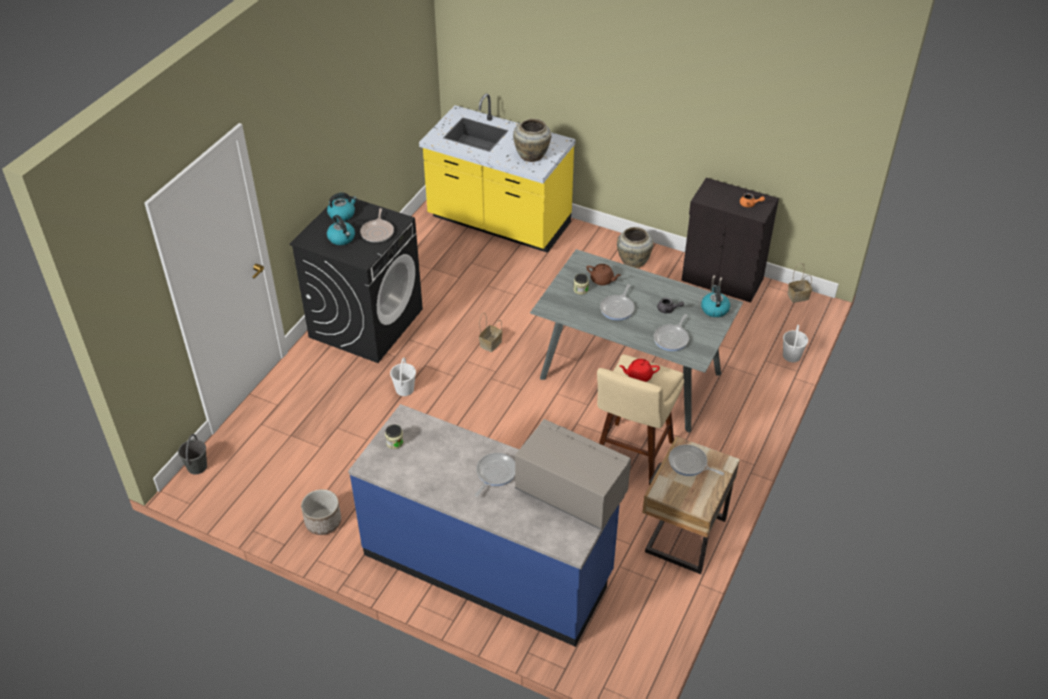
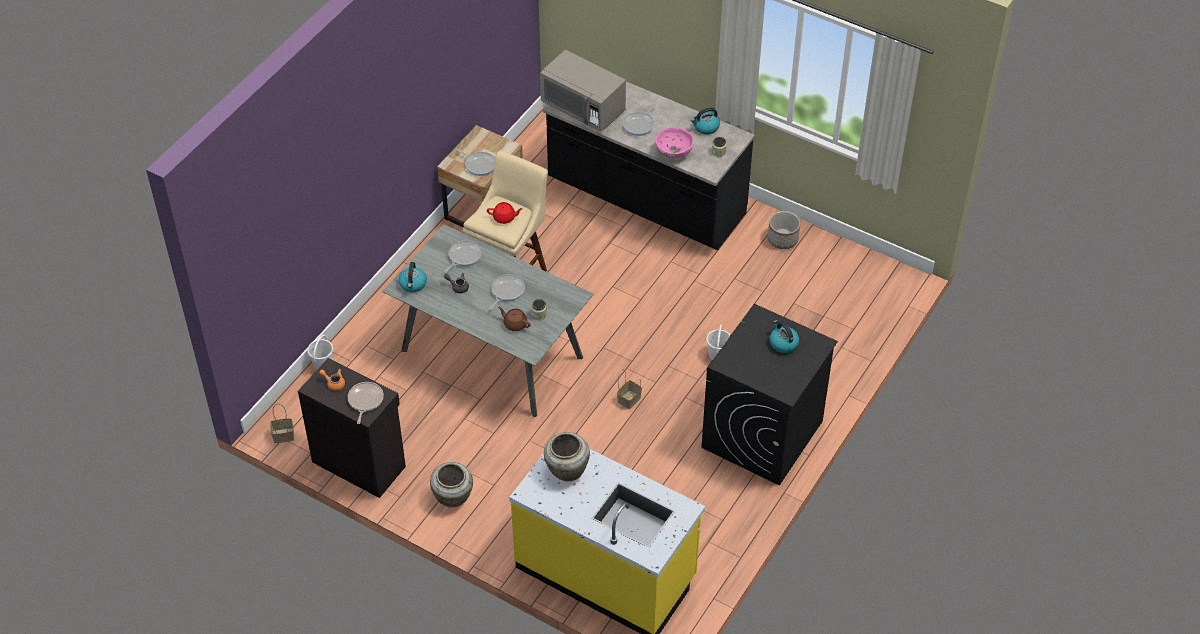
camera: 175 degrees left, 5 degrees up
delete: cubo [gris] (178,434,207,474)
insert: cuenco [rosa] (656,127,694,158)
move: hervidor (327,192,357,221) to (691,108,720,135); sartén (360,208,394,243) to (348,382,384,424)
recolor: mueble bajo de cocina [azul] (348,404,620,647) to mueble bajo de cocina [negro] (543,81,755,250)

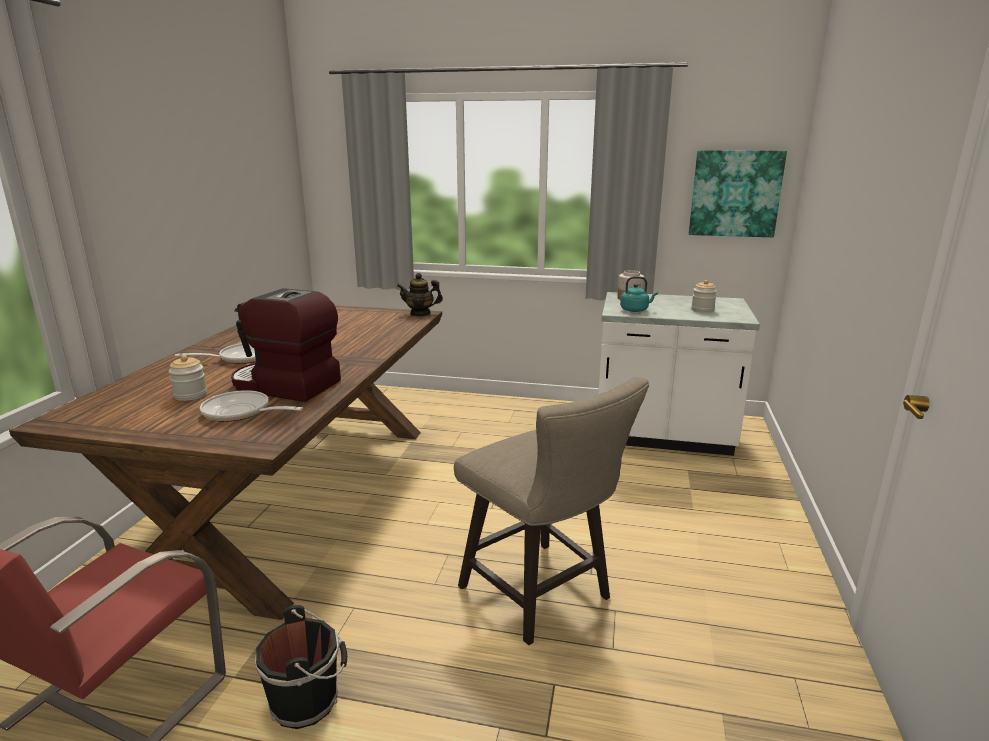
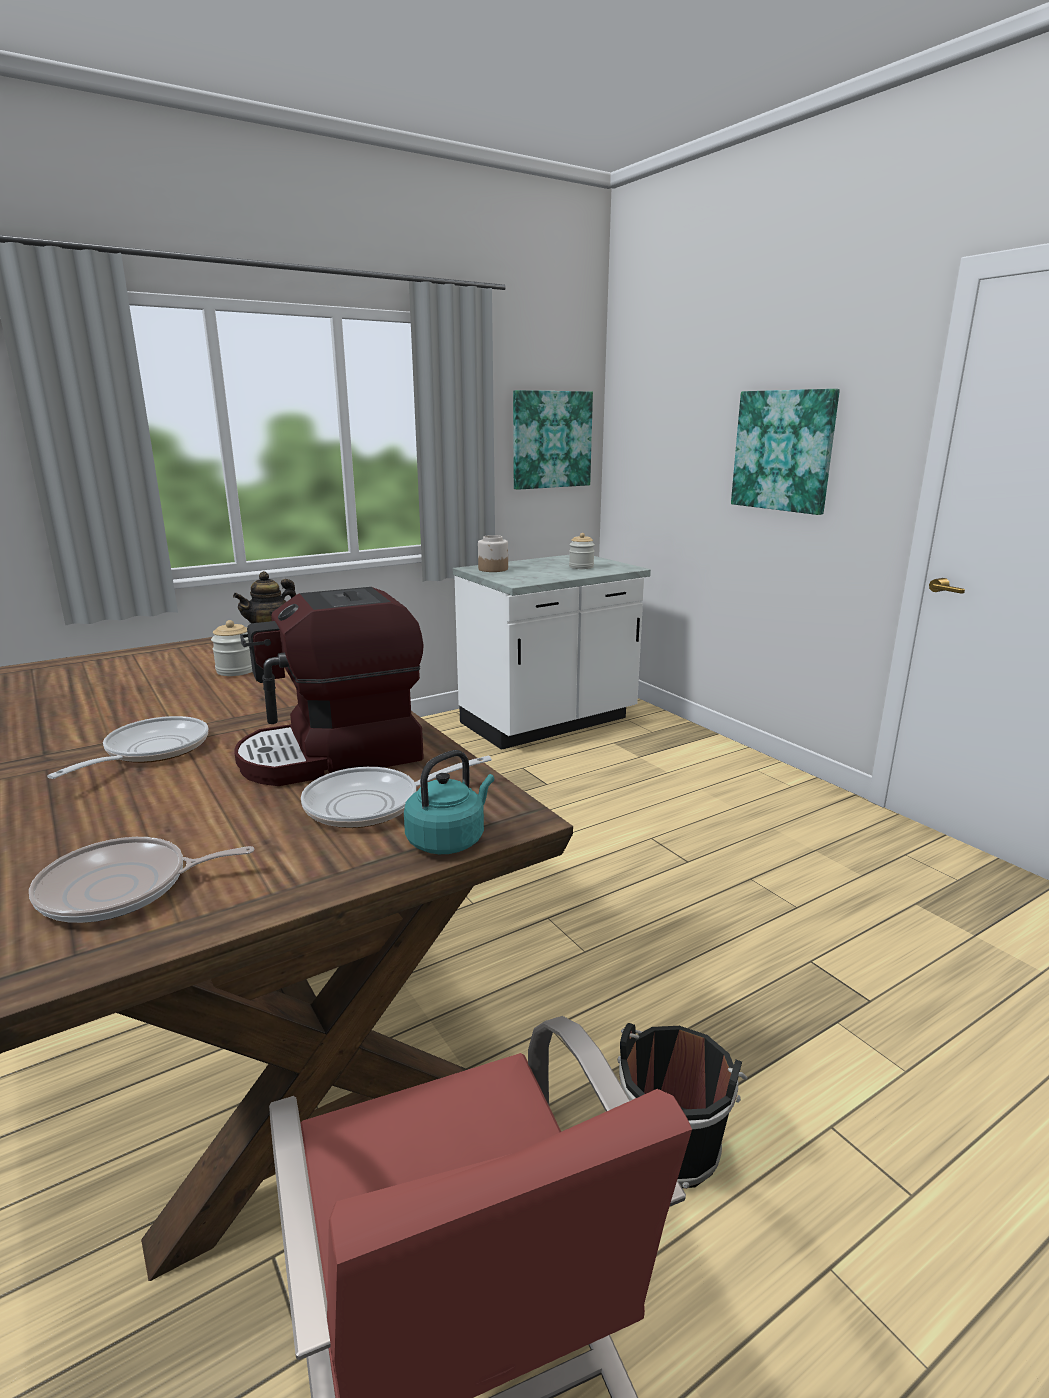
camera: 45 degrees left, 0 degrees up
delete: taburete [beis] (454,377,649,645)
insert: sartén (29,837,255,923); cuadro (731,389,840,515)
move: tarro (169,355,207,401) to (211,620,252,676); hervidor [turquesa] (620,276,658,312) to (404,750,494,854)

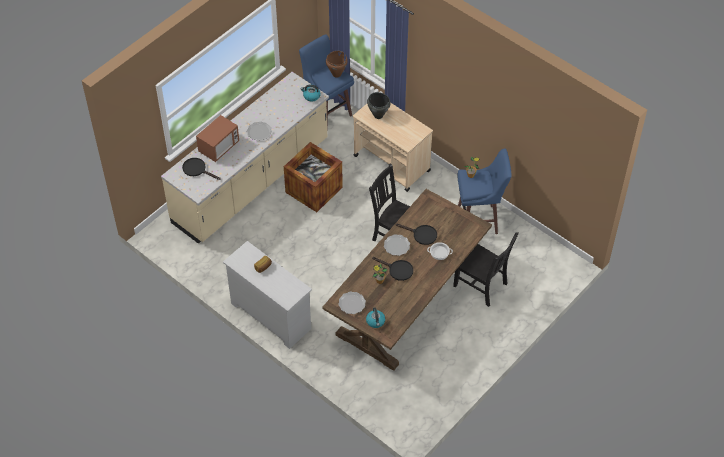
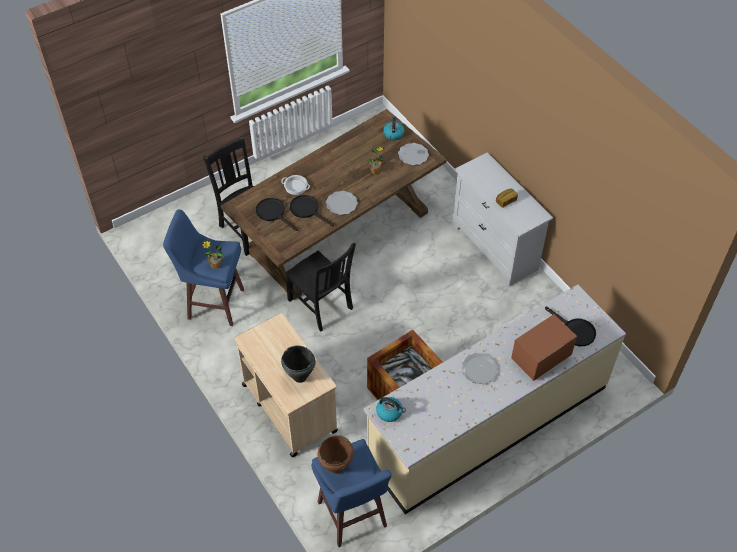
camera: 165 degrees left, 0 degrees up
move: sartén [negro] (372,257,413,281) to (256,198,298,231)

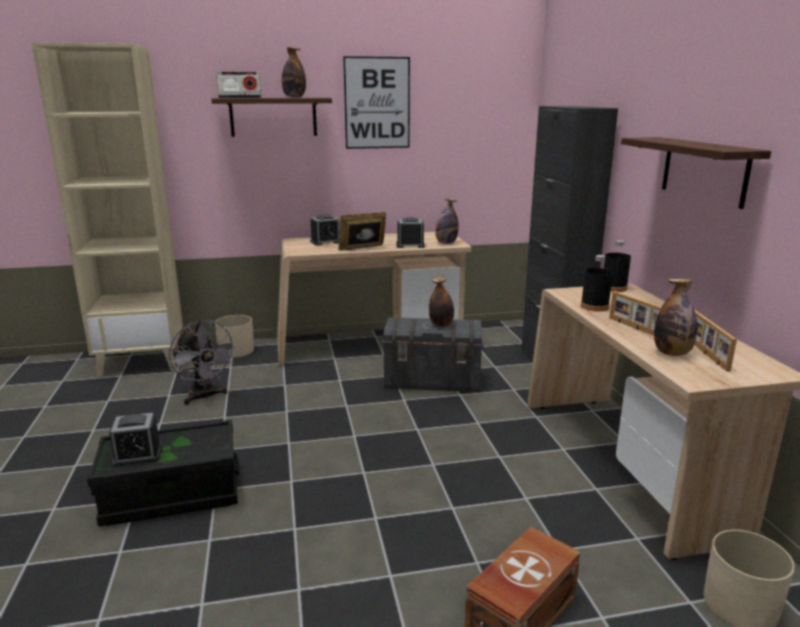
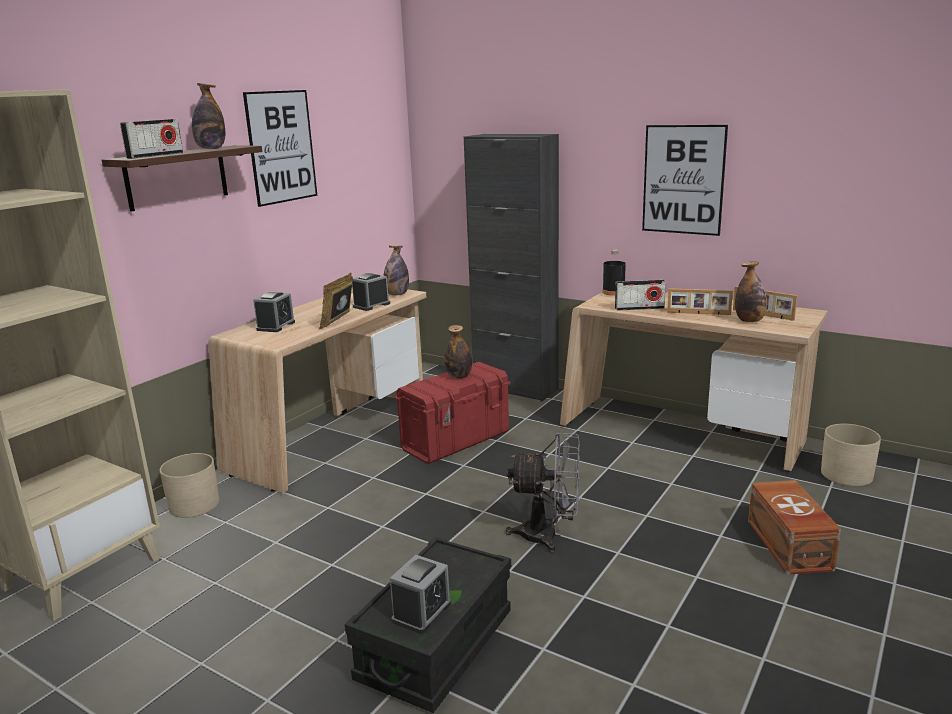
camera: 45 degrees left, 0 degrees up
move: ventilador [gris] (169,320,237,405) to (506,432,579,553)
replace: botella [negro] (581,255,613,312) to radio (615,280,666,311); estante (621,137,771,209) to cuadro (642,125,728,236)
recolor: caja de almacenaje [gris] (382,317,484,392) to caja de almacenaje [rojo] (394,362,511,464)

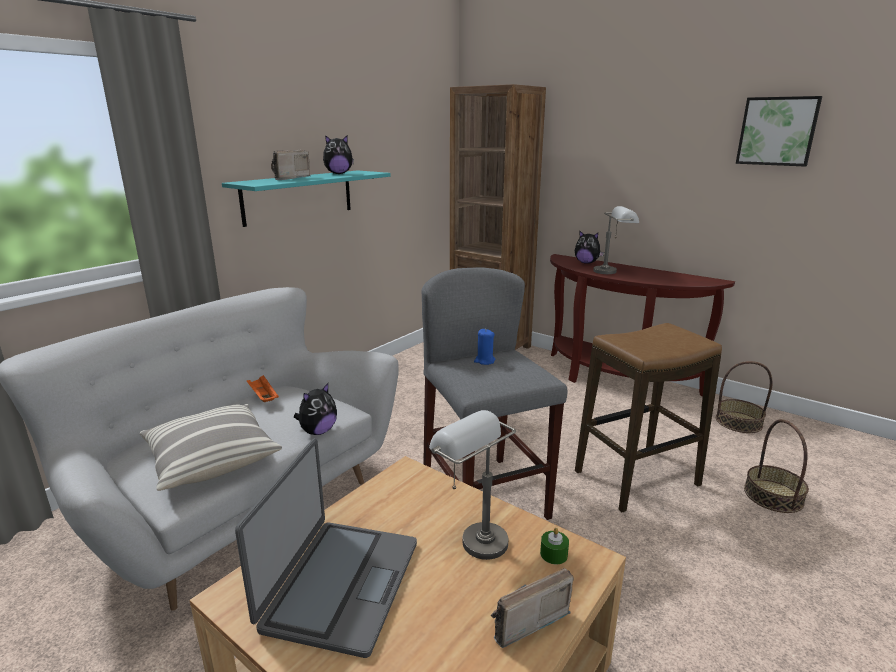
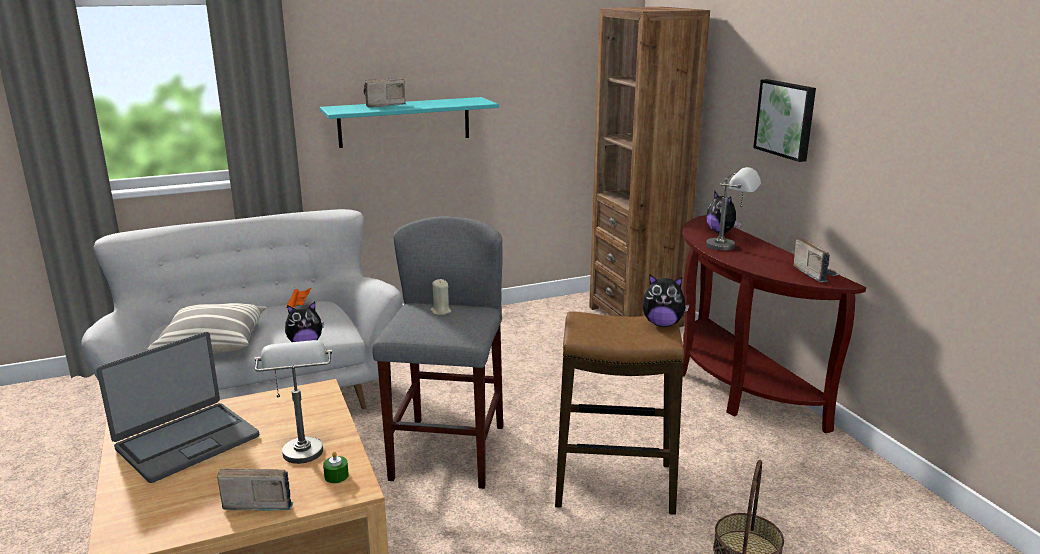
camera: 30 degrees right, 0 degrees up
delete: cesta (716,361,773,433)
insert: radio (793,237,840,282)
move: peluche (323,135,354,174) to (642,275,689,327); cuadro (736,96,822,167) to (753,79,816,162)
recolor: vela [azul] (474,329,496,365) to vela [beis] (430,279,451,315)

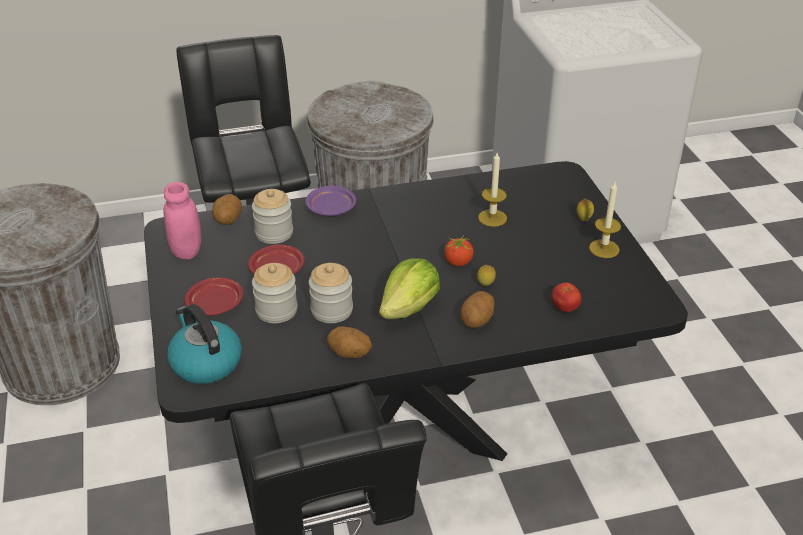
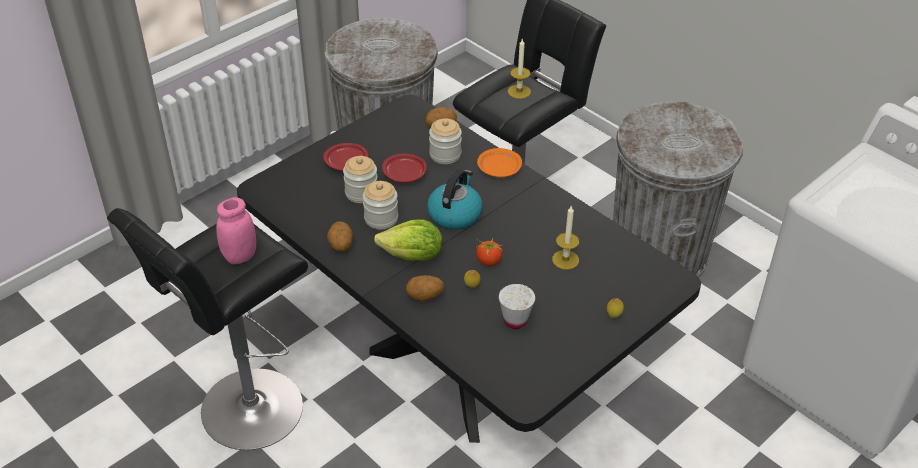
camera: 60 degrees right, 5 degrees up
delete: tomate (552,283,582,312)
insert: taza [blanco] (499,284,535,329)
move: tarro [rosa] (164,182,201,259) to (216,197,256,264); hervidor (167,304,242,384) to (427,170,482,230); vela (589,182,621,258) to (508,39,531,99)
recolor: plato [morado] (305,186,356,217) to plato [naranja] (477,148,522,178)

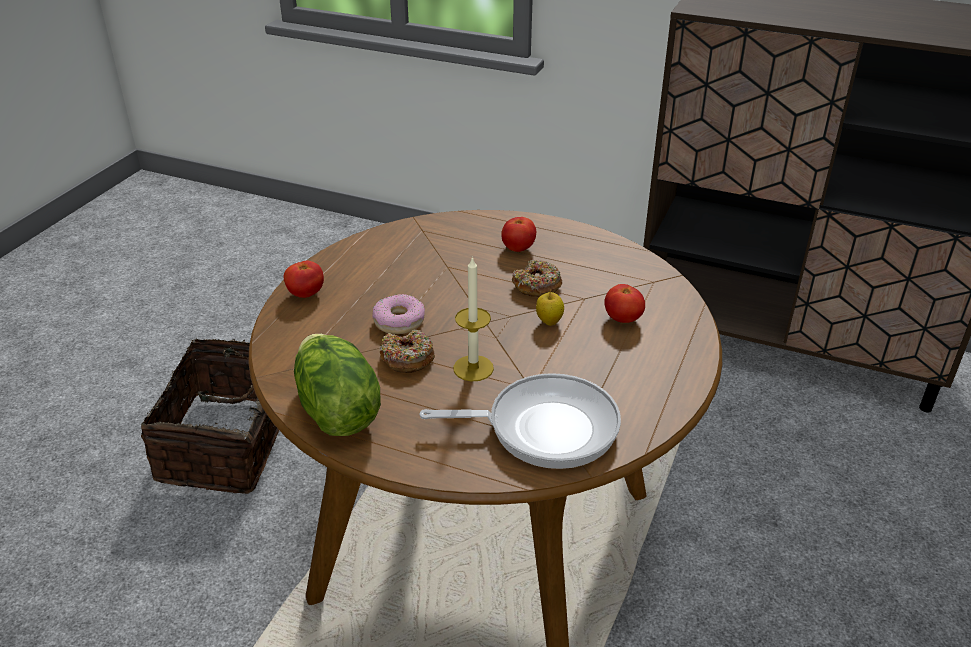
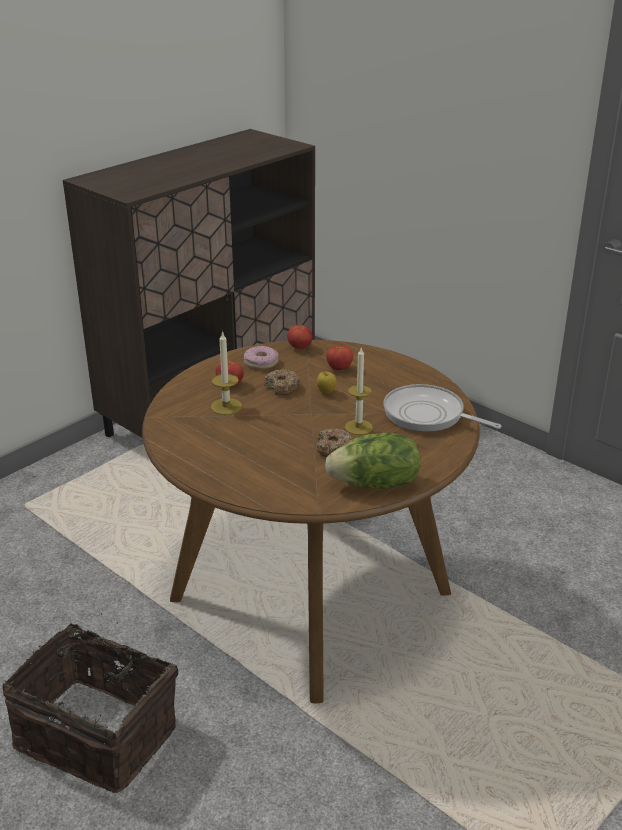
camera: 70 degrees left, 5 degrees down
insert: vela (211,331,242,415)
move: tomate (284,260,324,298) to (287,324,312,349); rosquilla (372,294,425,334) to (244,346,279,369)
rotate: sartén (420,373,621,469) = (383,384,501,432) 75 degrees counterclockwise

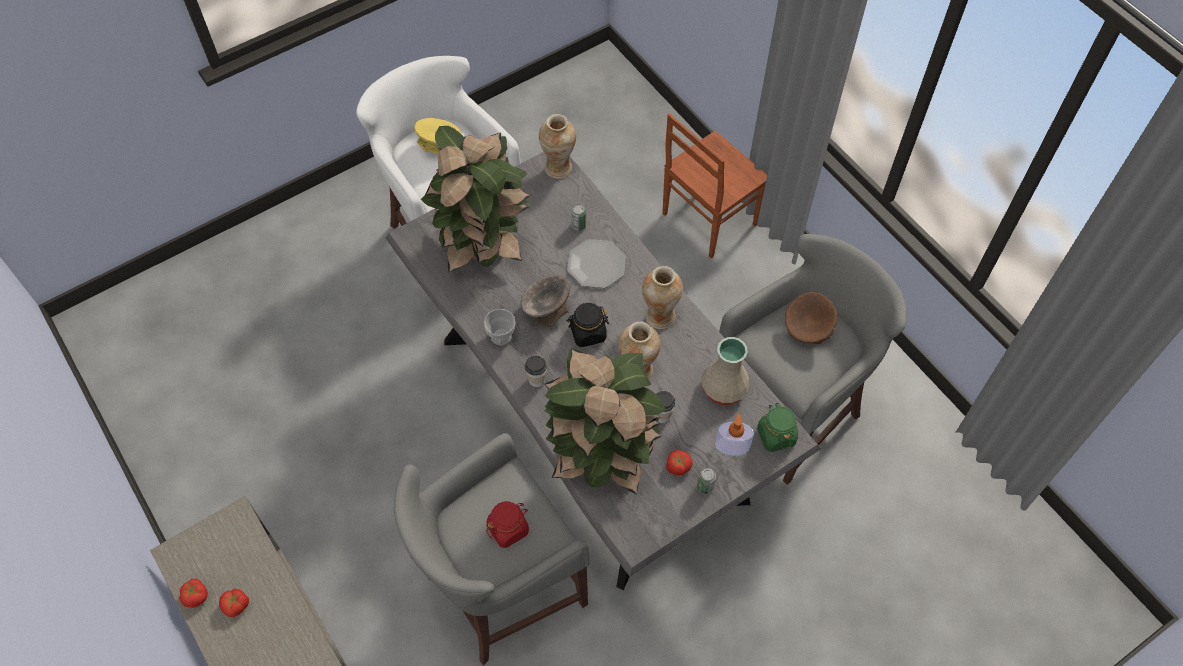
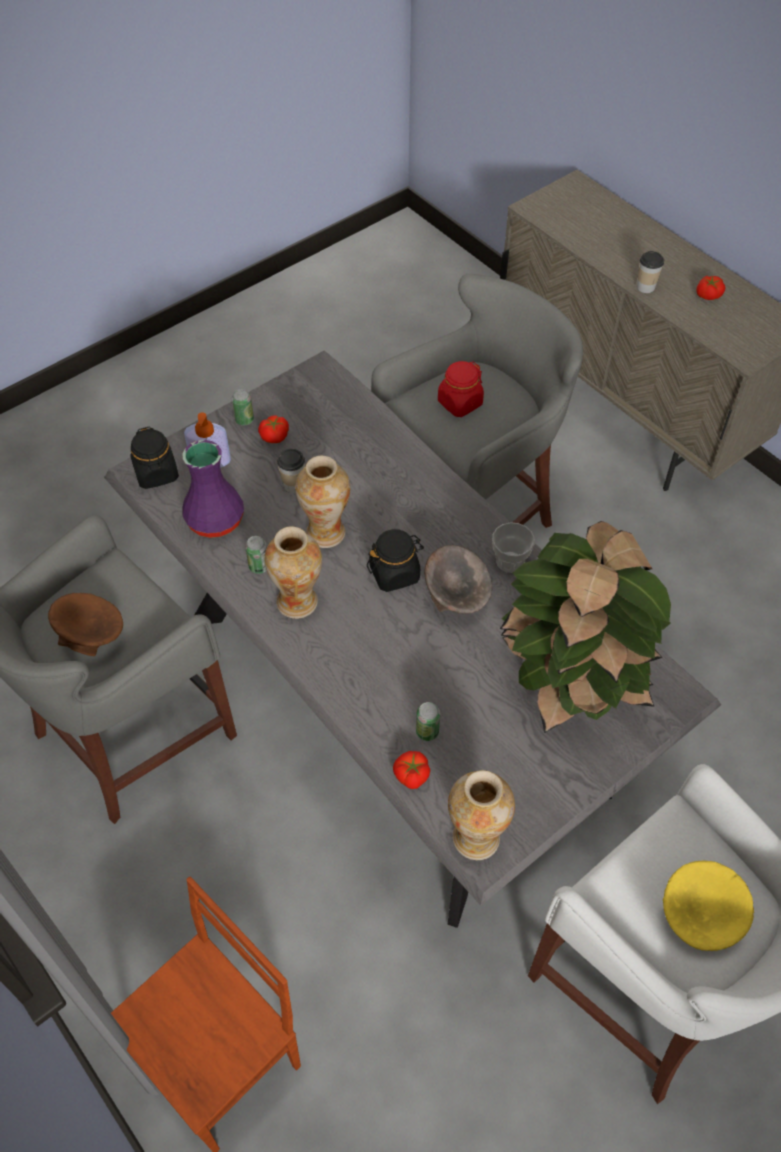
camera: 175 degrees right, 5 degrees down
delete: planta en maceta (545,348,666,495); plato (567,239,626,288)
insert: lata (245,536,267,574)
move: tomate (179,579,208,608) to (393,751,431,789); taza (525,356,547,388) to (637,251,664,293)
recolor: florero [beis] (701,337,750,405) to florero [morado] (182,440,244,538); tarro [verde] (757,403,798,452) to tarro [negro] (130,427,179,489)

